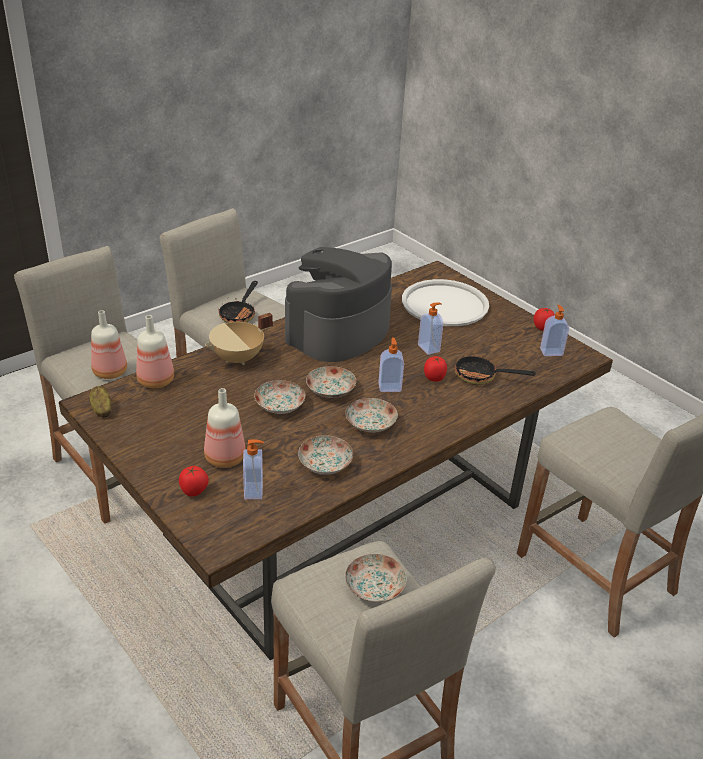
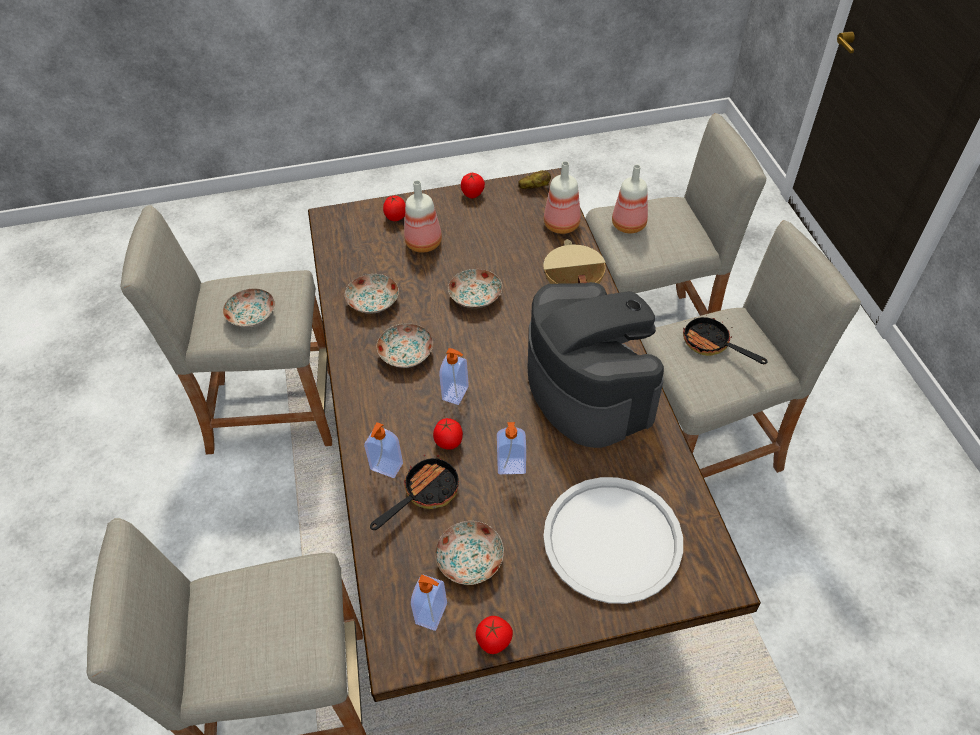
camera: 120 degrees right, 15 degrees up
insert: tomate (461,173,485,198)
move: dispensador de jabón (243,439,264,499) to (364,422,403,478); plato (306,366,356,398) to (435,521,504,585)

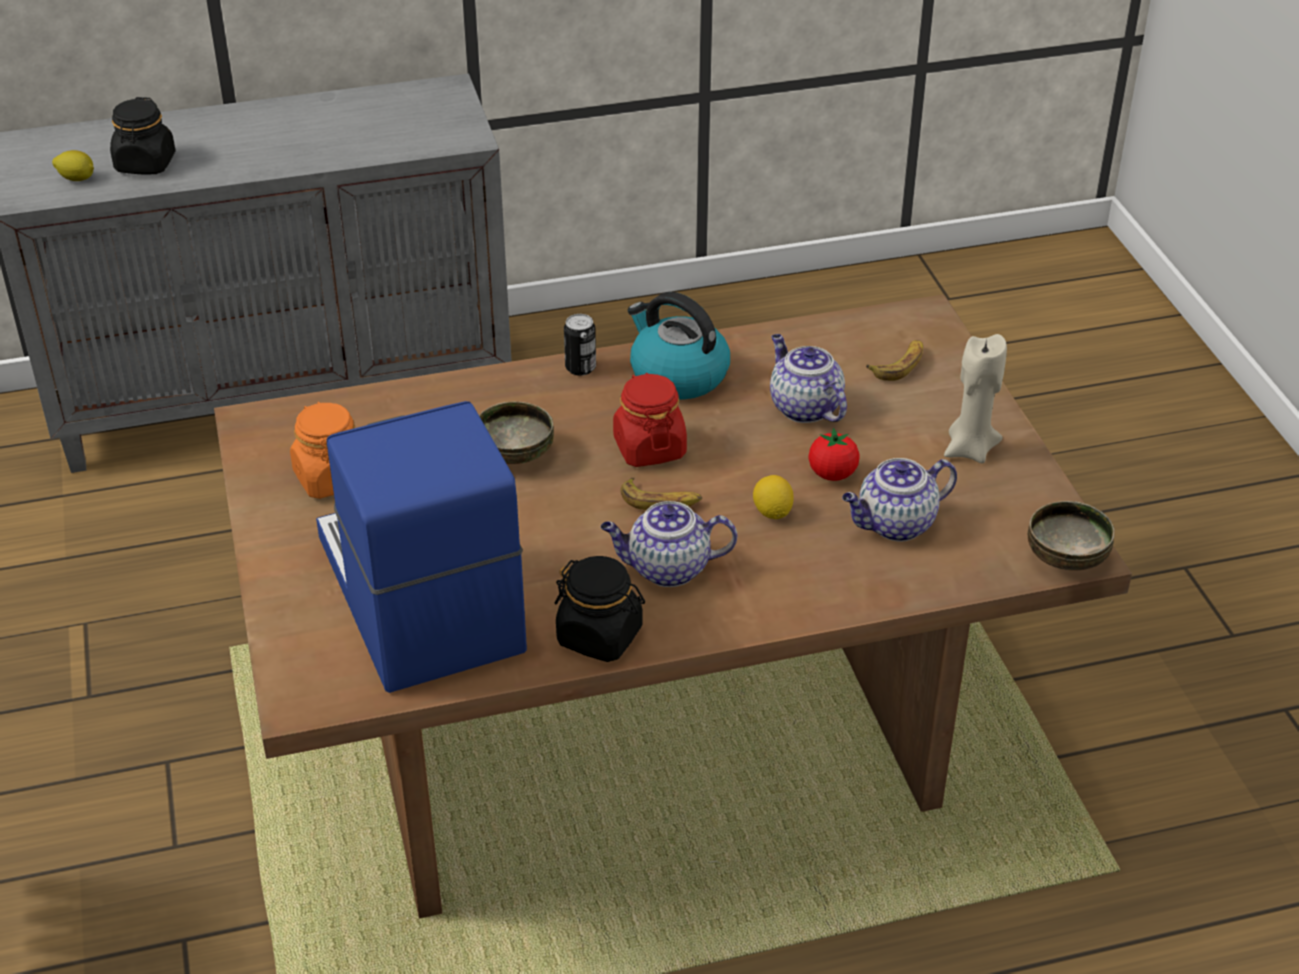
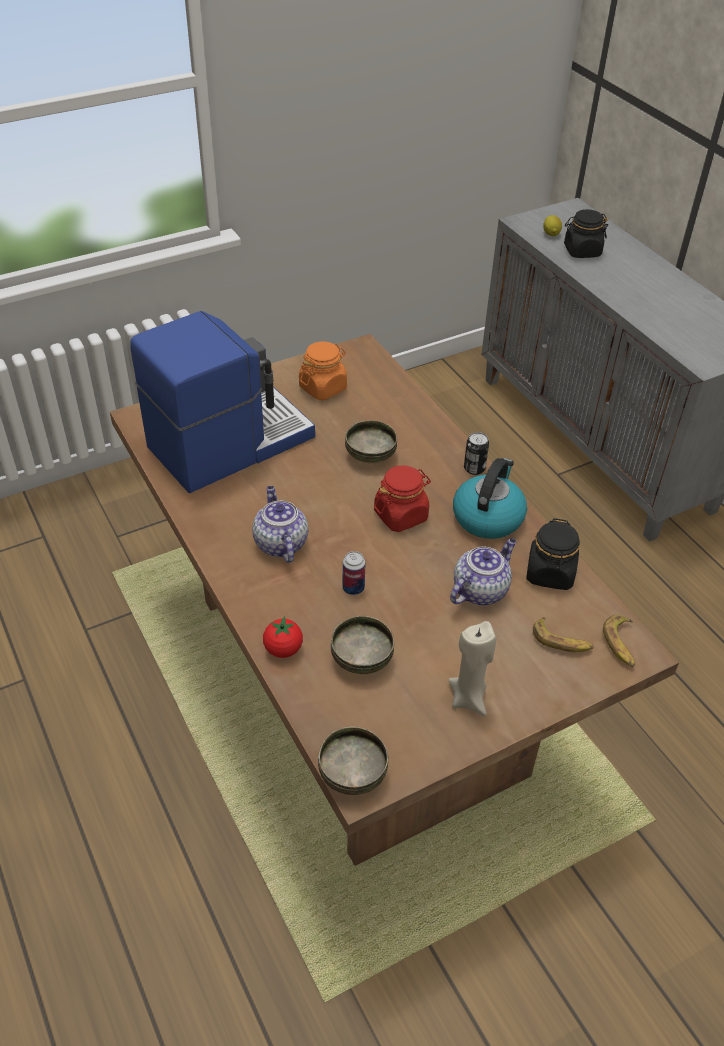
camera: 75 degrees right, 5 degrees up
move: tarro [negro] (555,556,645,662) to (526,518,580,590); plátano (620,477,702,510) to (603,614,635,667); tomate (808,428,860,481) to (263,616,303,658)
replace: limón (753,475,793,519) to lata (343,551,366,595); tetera (842,458,957,542) to cuenco (331,616,394,674)

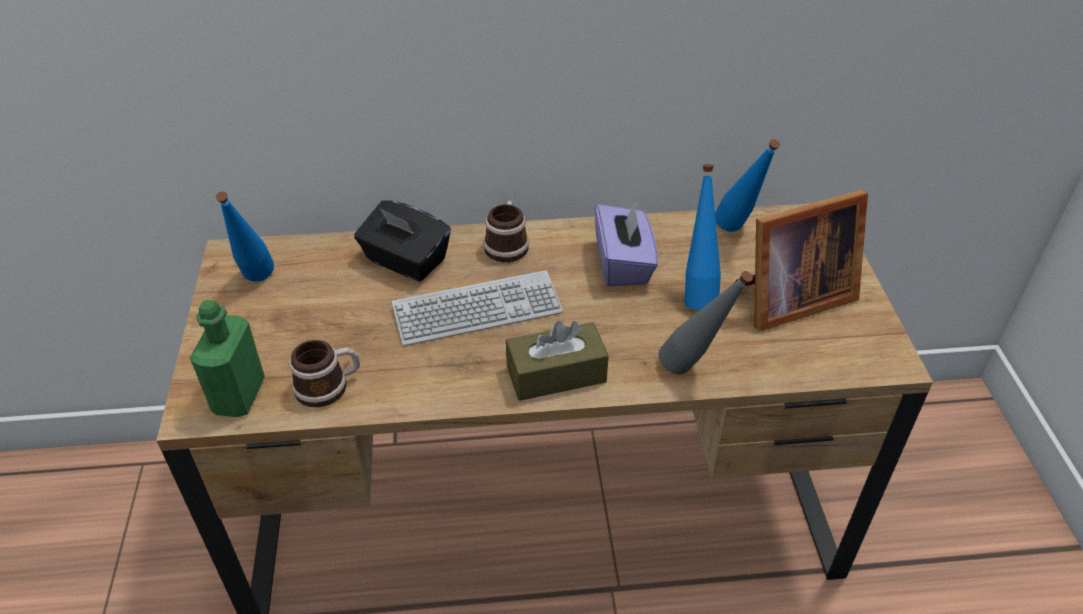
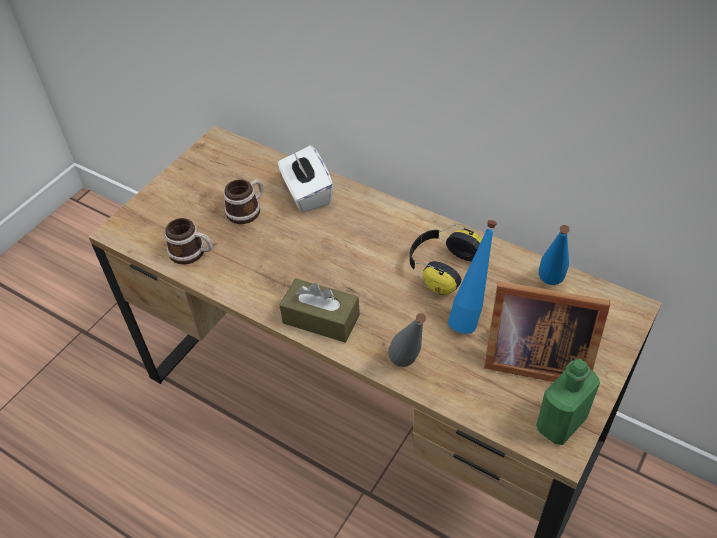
camera: 40 degrees right, 5 degrees up
delete: botella [azul] (216,192,274,282); teclado (392,270,563,346)
move: botella [verde] (190,300,265,417) to (536,359,600,445); taza grande (484,201,529,263) to (223,179,264,224)
replace: caja de pañuelos [morado] (595,201,658,287) to auriculares (410,225,482,295)
recolor: caja de pañuelos [negro] (354,200,451,282) to caja de pañuelos [blanco] (278,146,333,213)

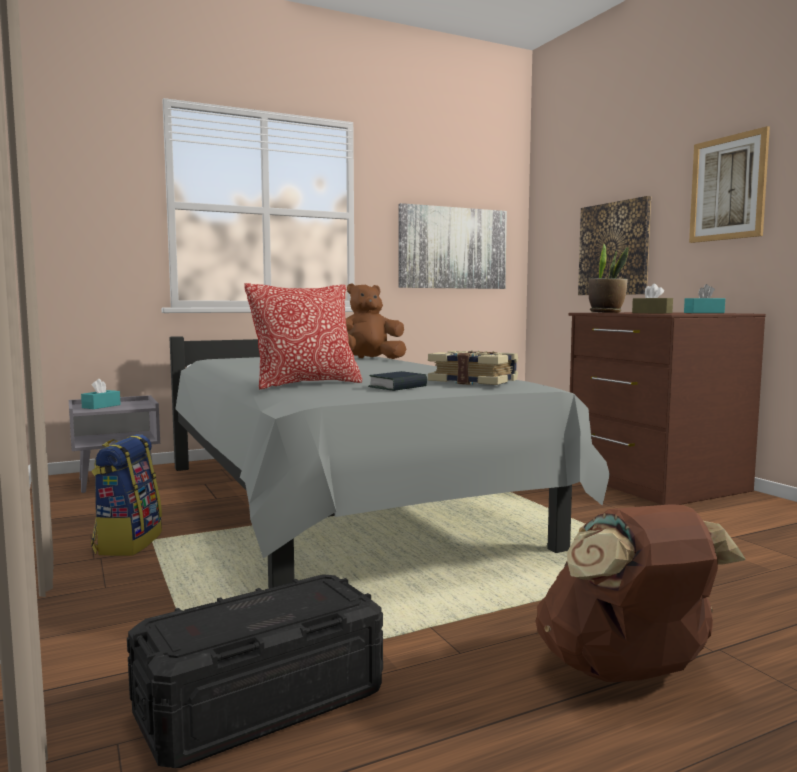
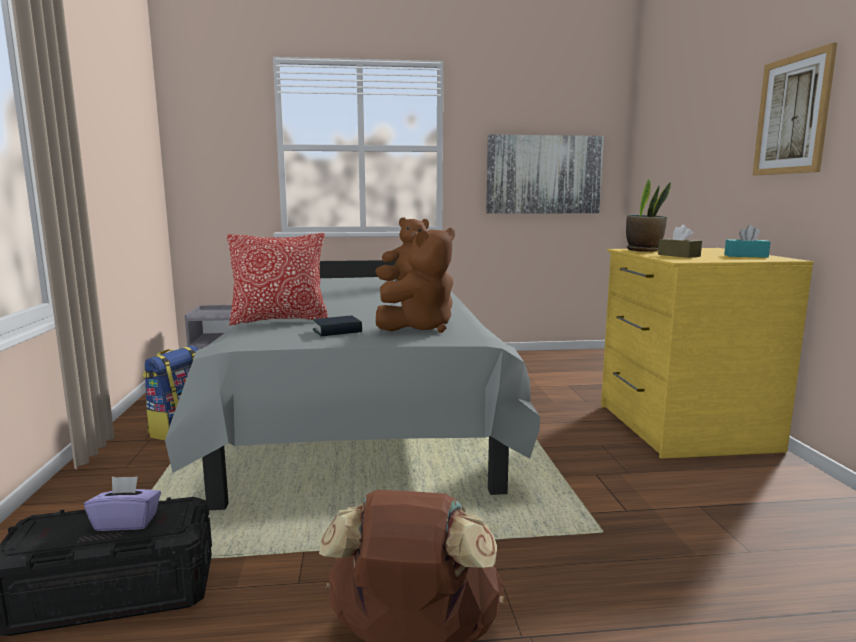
camera: 20 degrees right, 5 degrees up
delete: caja de pañuelos [turquesa] (81,379,121,409); cuadro (578,196,651,295)
insert: caja de pañuelos [morado] (84,476,161,531)
replace: libro (428,350,519,385) to peluche [marrón] (376,228,455,333)
recolor: cómoda [marrón] (568,312,766,505) to cómoda [amarillo] (601,248,814,459)

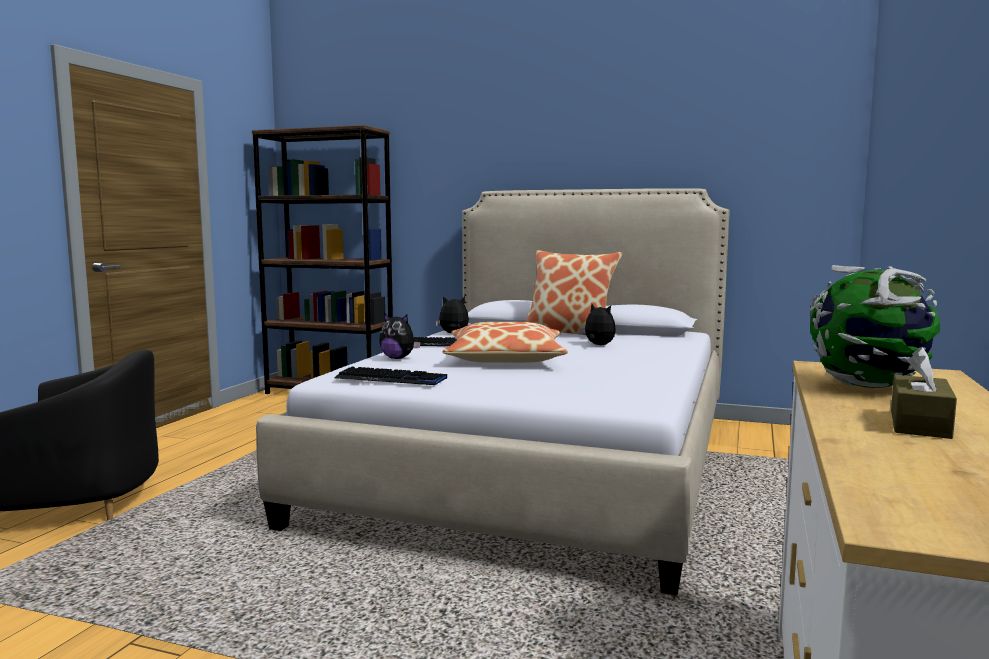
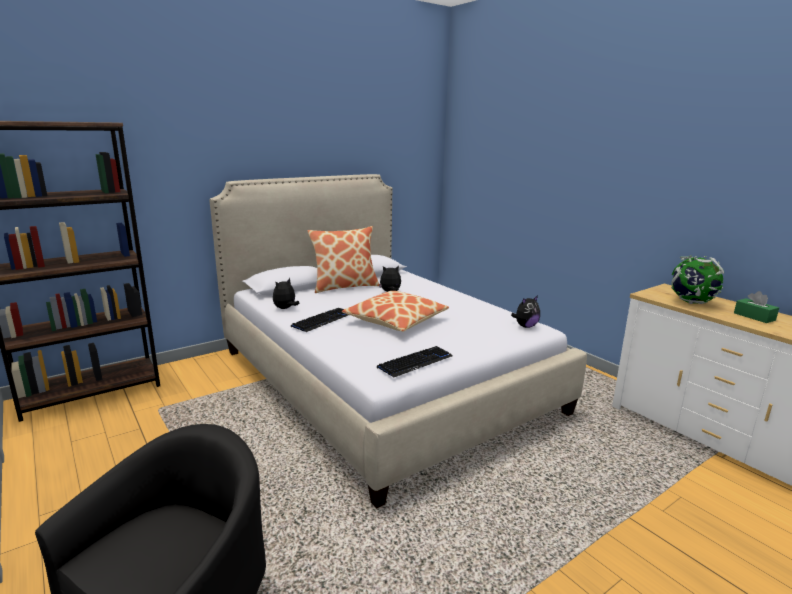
camera: 55 degrees left, 10 degrees up
move: peluche (379,313,421,359) to (511,295,540,328)
recolor: caja de pañuelos [marrón] (891,347,957,439) to caja de pañuelos [verde] (734,291,779,323)

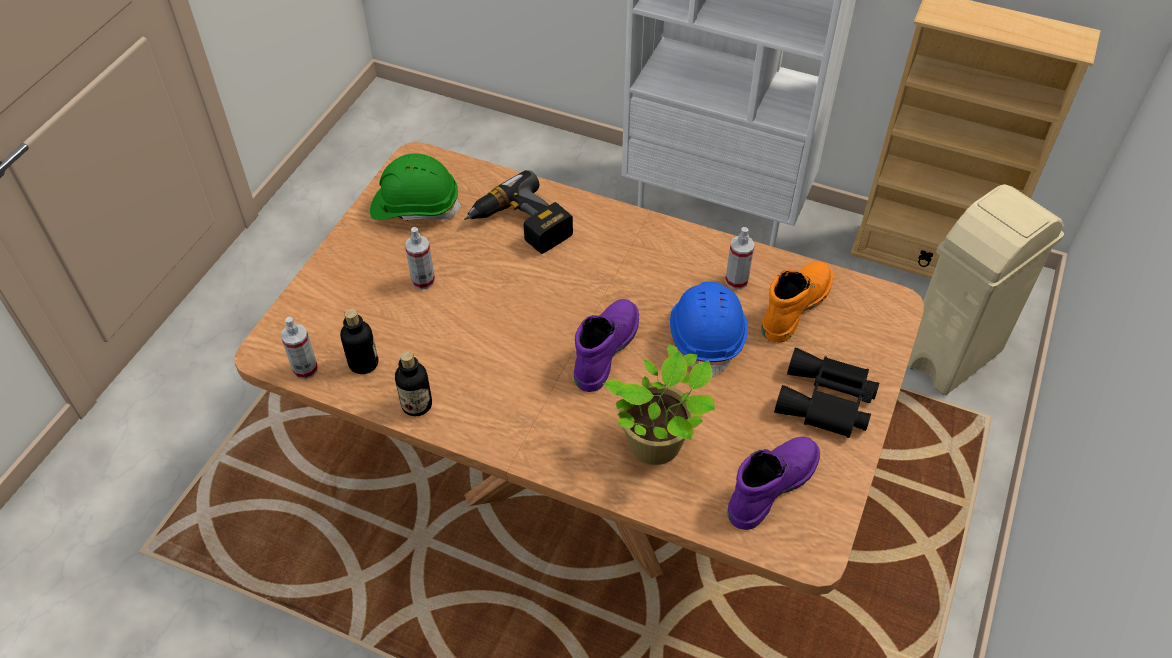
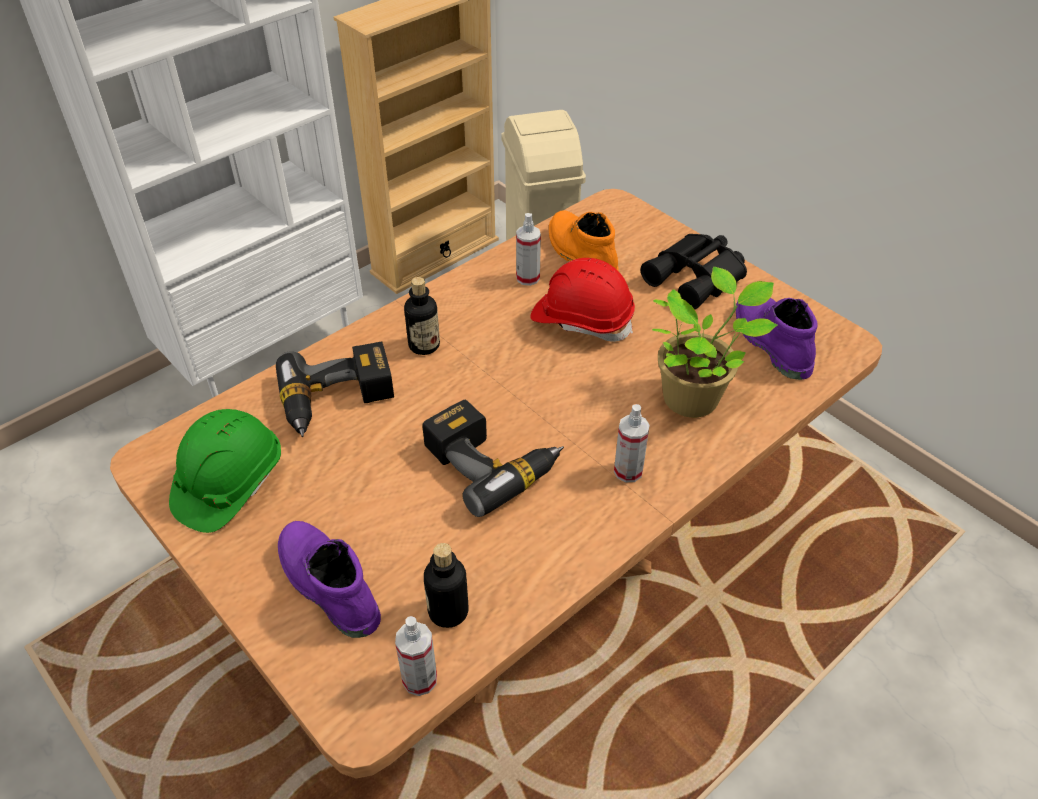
camera: 65 degrees left, 5 degrees down
insert: taladro (423,400,564,517)
move: botella (395,350,432,416) to (404,277,440,355); pulverizador (405,227,435,290) to (614,404,650,482); bota [morado] (574,299,639,392) to (278,521,381,638)
recolor: casco [azul] (670,282,748,377) to casco [rojo] (531,258,635,342)

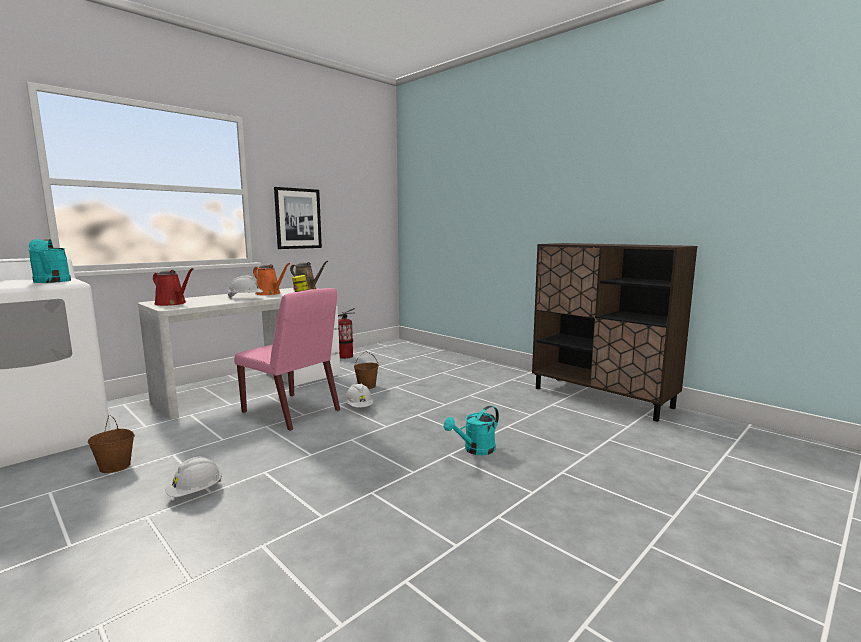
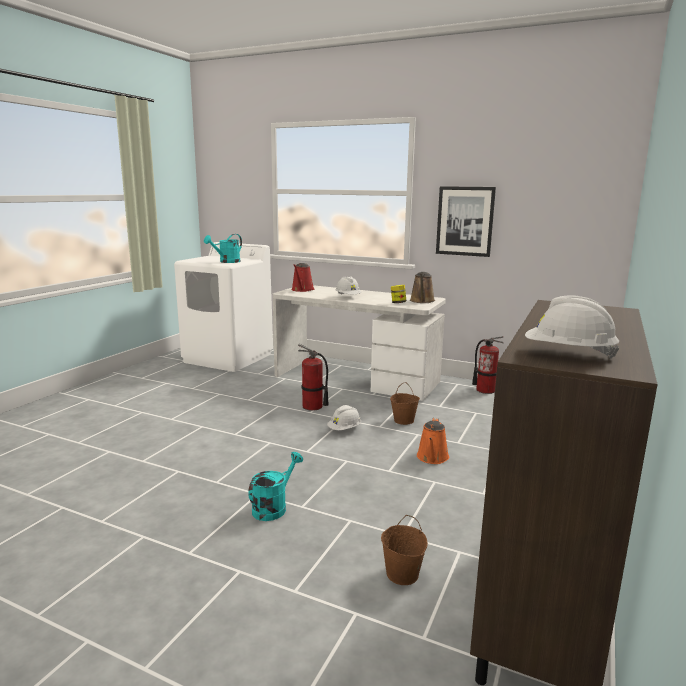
camera: 70 degrees right, 5 degrees up
move: cubo [marrón] (88,415,135,473) to (381,515,428,585); casco [blanco] (165,457,222,497) to (525,295,620,359); regadera [naranja] (253,263,290,295) to (417,418,449,464)
replace: silla [rosa] (234,288,340,431) to extintor (298,344,329,411)
rotate: regadera [turquesa] (443,406,499,455) = (248,452,303,521) 90 degrees clockwise

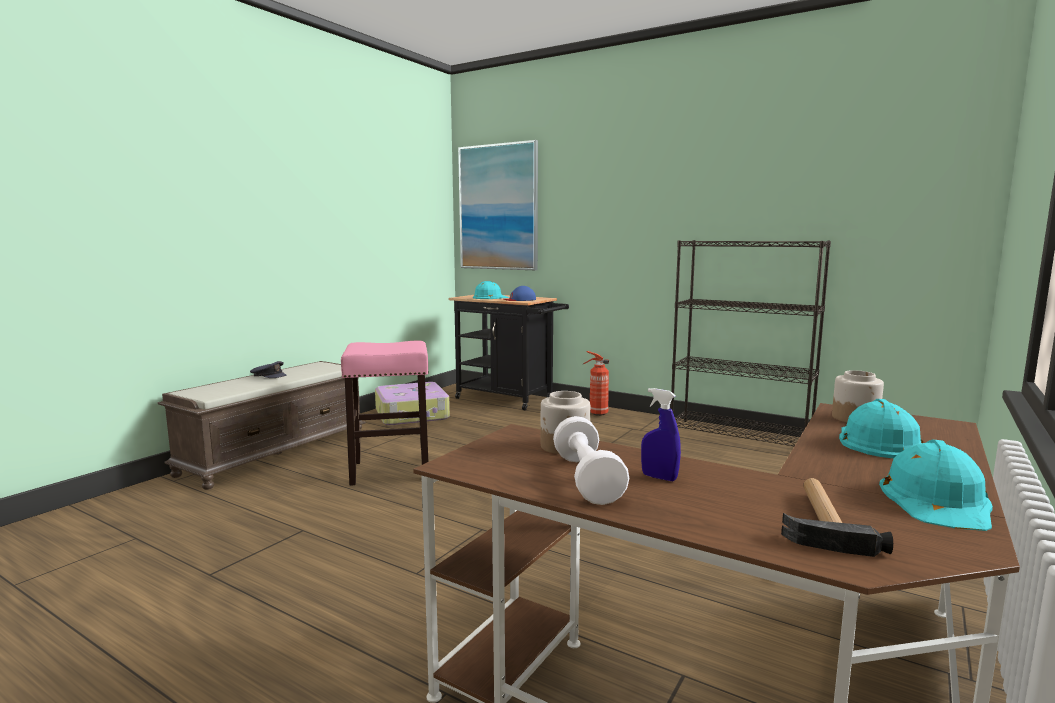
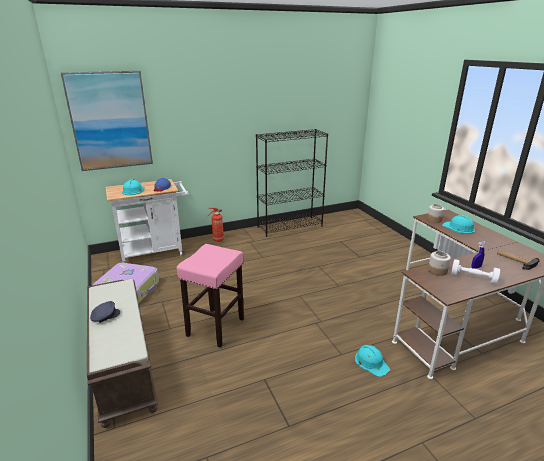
camera: 55 degrees left, 15 degrees up
move: casco [turquesa] (879,440,993,531) to (355,345,390,377)
recolor: carrito [negro] (449,295,569,410) to carrito [blanco] (105,179,189,263)

